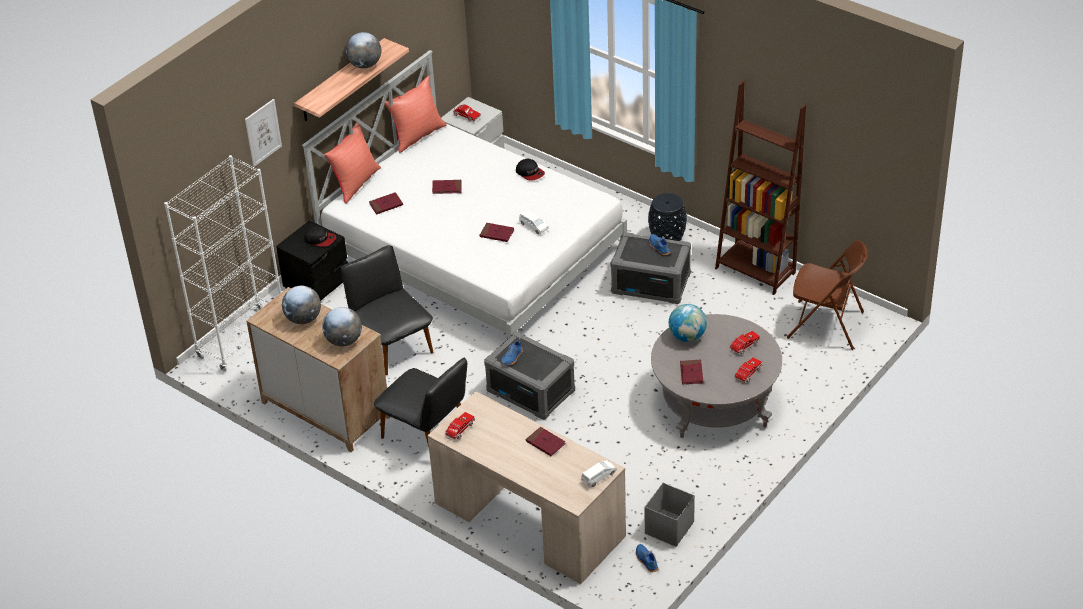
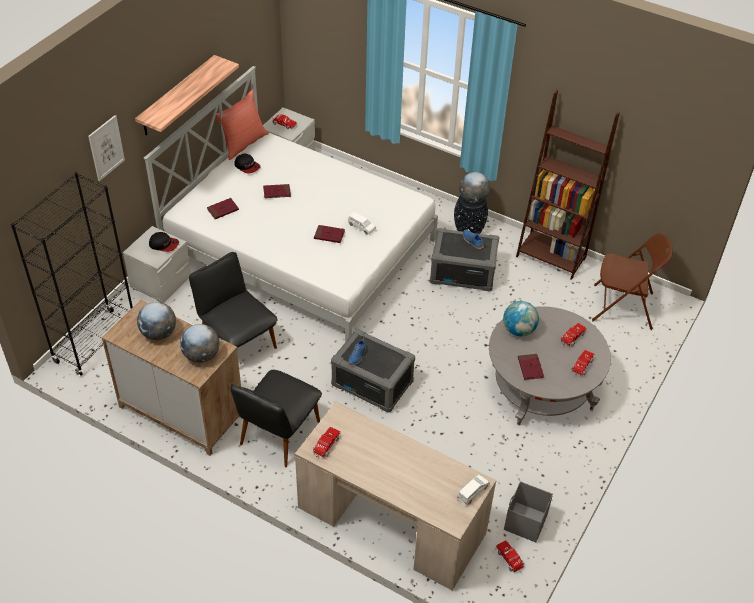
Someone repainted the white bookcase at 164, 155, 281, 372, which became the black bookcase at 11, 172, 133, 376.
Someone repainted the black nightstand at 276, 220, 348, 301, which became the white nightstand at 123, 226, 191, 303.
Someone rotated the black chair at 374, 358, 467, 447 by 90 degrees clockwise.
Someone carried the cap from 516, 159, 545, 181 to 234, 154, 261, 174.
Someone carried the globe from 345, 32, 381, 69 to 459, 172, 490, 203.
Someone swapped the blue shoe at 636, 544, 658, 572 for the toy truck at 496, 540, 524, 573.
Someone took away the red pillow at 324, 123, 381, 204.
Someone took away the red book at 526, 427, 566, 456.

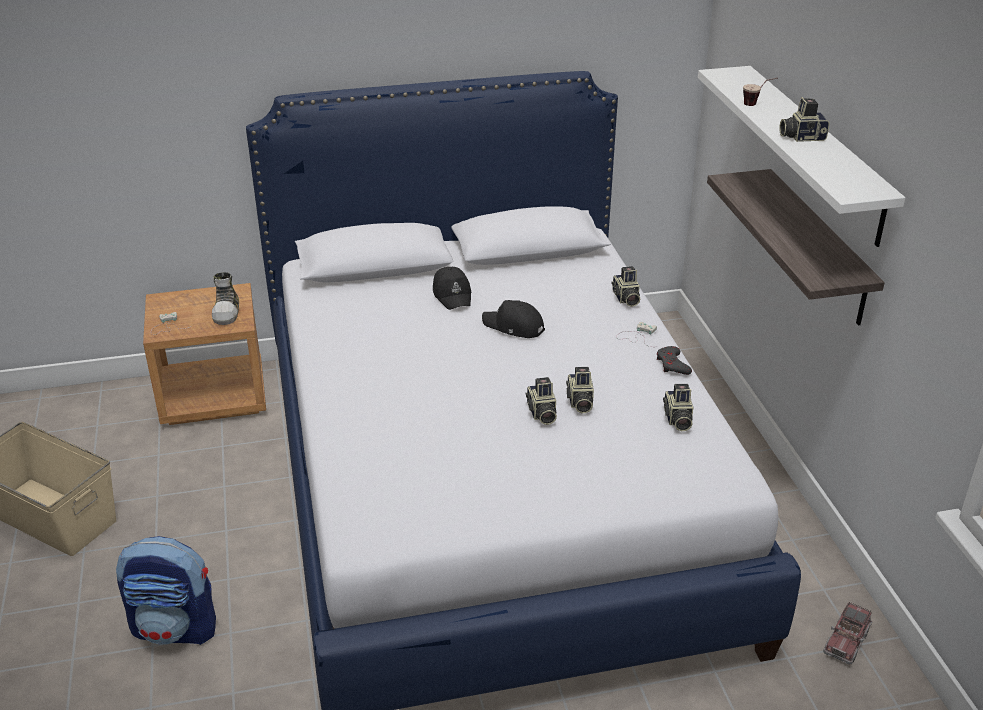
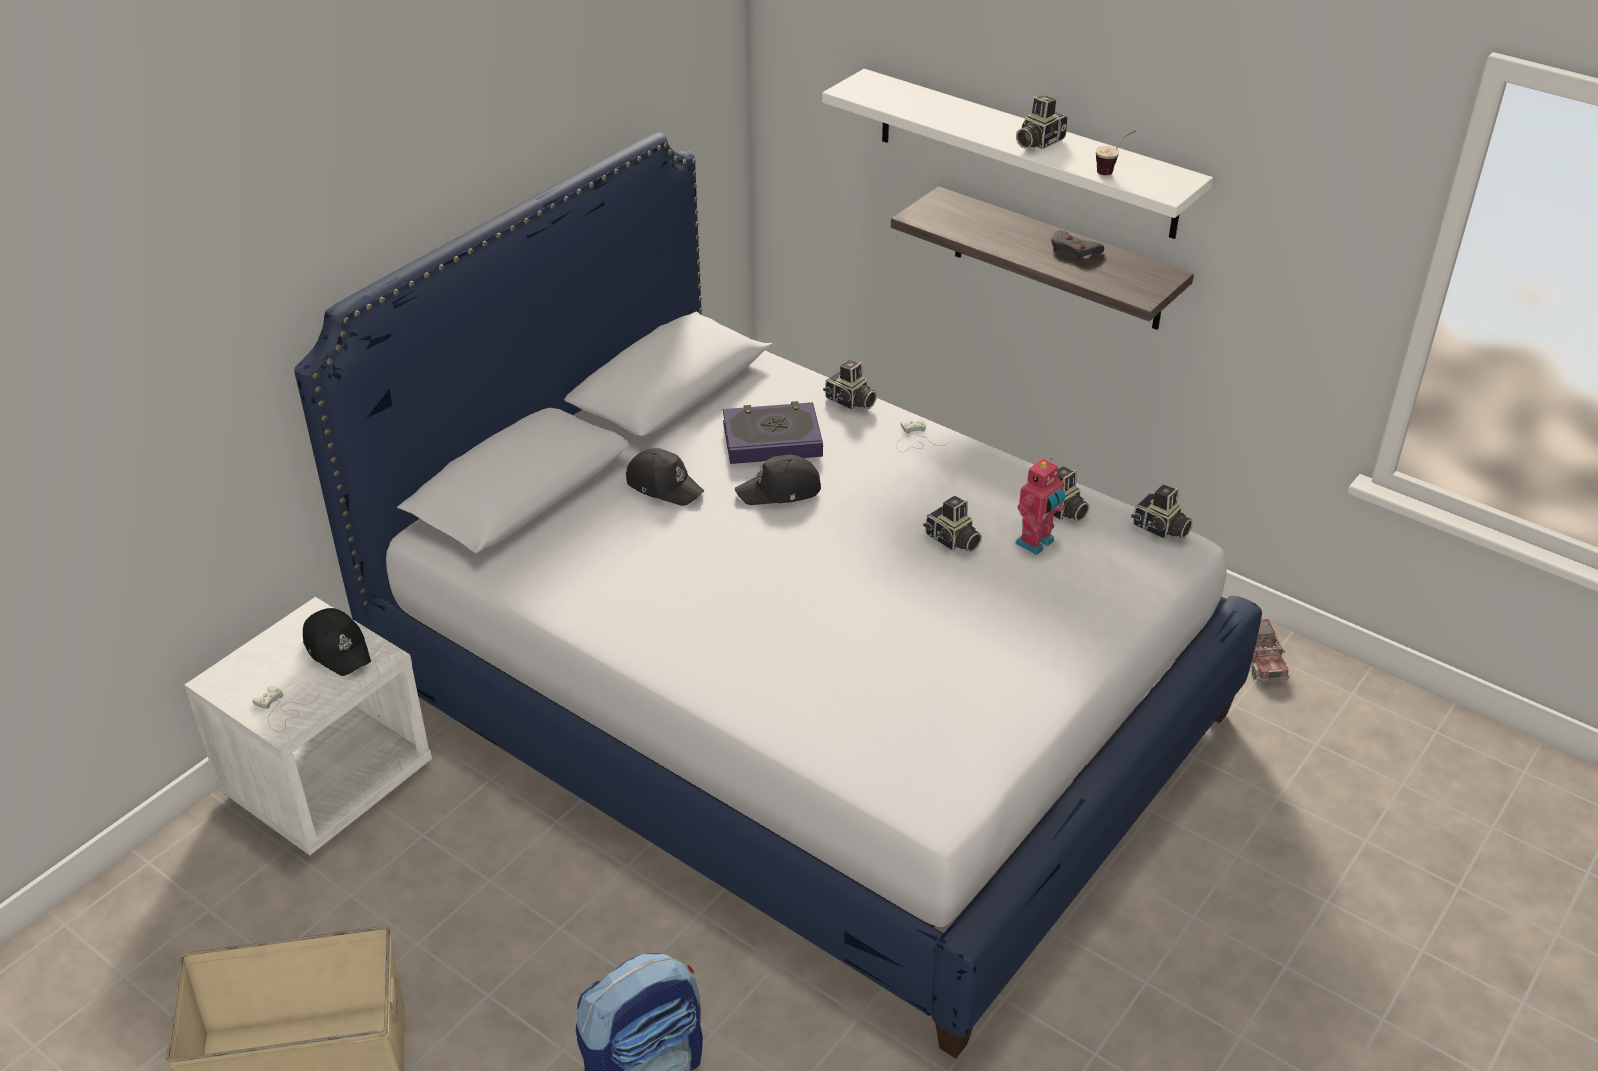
Someone repainted the brown nightstand at 143, 283, 266, 425, which became the white nightstand at 185, 597, 432, 855.
Someone swapped the shoe at 212, 272, 239, 325 for the black cap at 303, 608, 371, 676.
Someone put down the book at 723, 401, 823, 464.
Someone put down the toy robot at 1015, 458, 1065, 555.
Someone carried the grey game controller from 657, 346, 692, 375 to 1051, 230, 1104, 260.
Someone carried the cup from 743, 78, 778, 106 to 1096, 130, 1136, 175.
Someone carried the photo camera from 526, 377, 557, 425 to 1131, 484, 1193, 539.

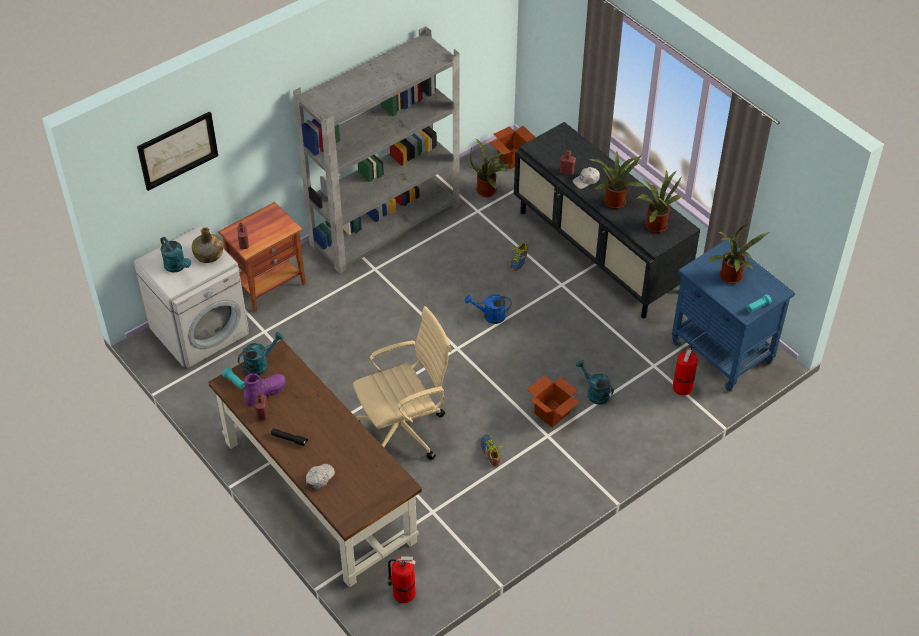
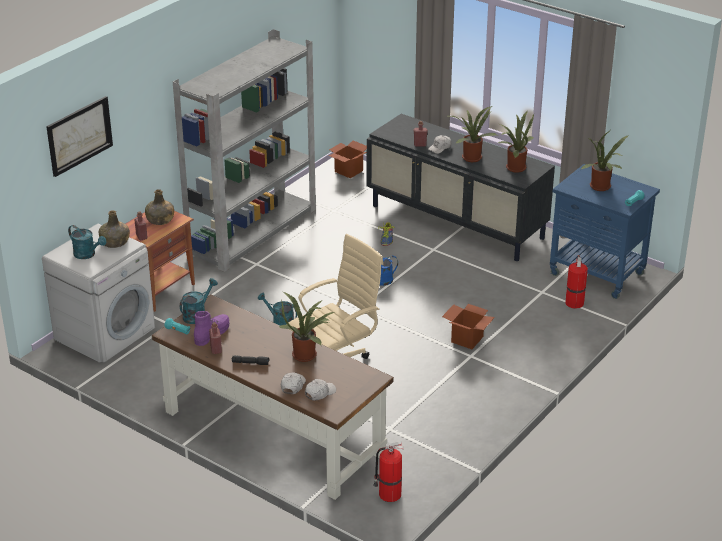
Someone put down the green bottle at 145, 189, 174, 225.
Someone carried the turquoise watering can from 576, 360, 614, 405 to 258, 293, 297, 326.
Someone carried the potted plant from 469, 139, 511, 197 to 279, 292, 335, 362.
Someone put down the white cap at 305, 379, 336, 401.
Someone took away the shoe at 481, 434, 503, 467.

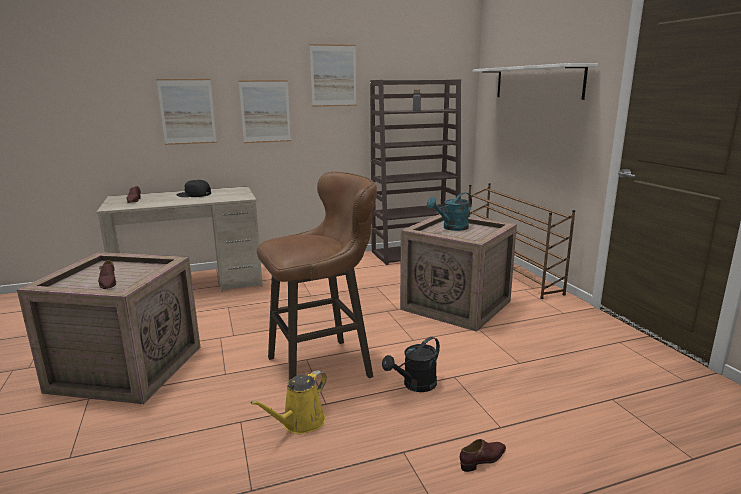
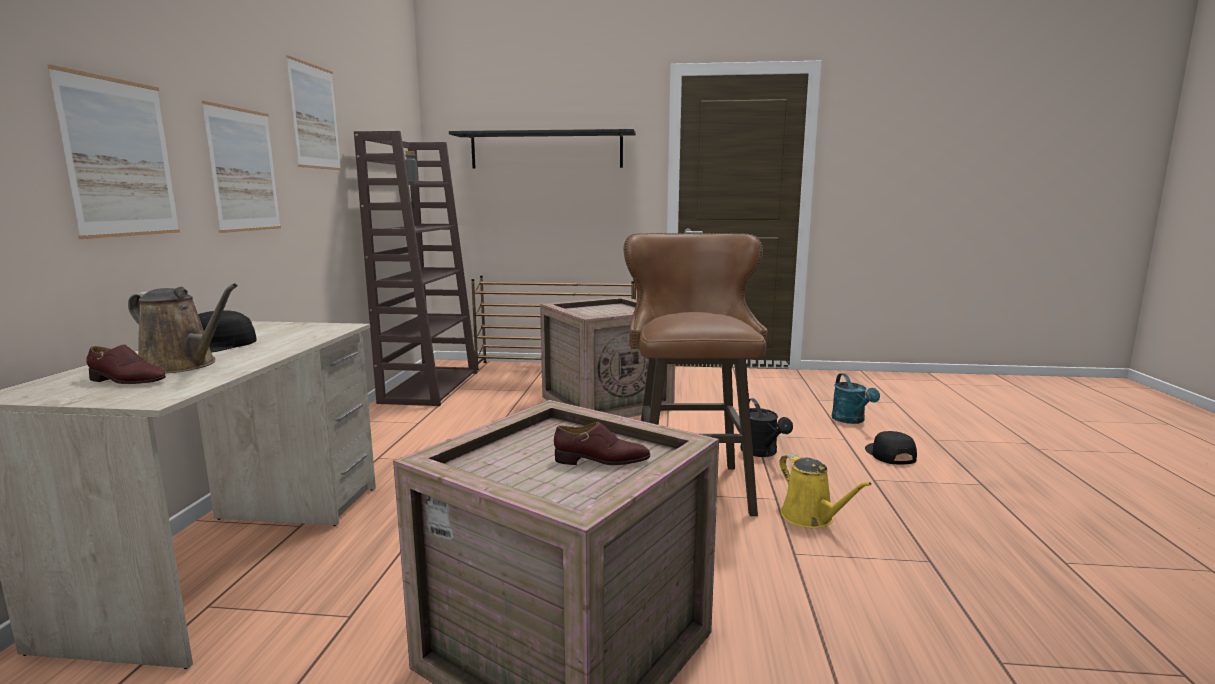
Someone put down the brown watering can at 128, 283, 238, 374.
Someone repainted the white shelf at 473, 63, 598, 100, which became the black shelf at 449, 129, 636, 168.
Someone carried the turquoise watering can from 427, 192, 472, 231 to 832, 373, 880, 424.
Someone swapped the brown shoe at 460, 439, 506, 472 for the black cap at 865, 431, 917, 464.

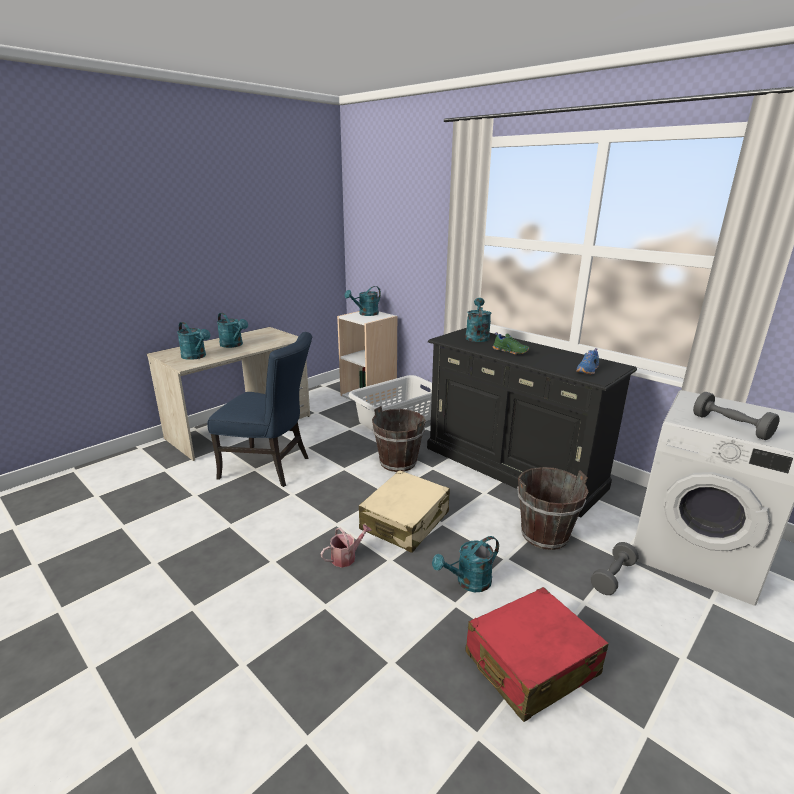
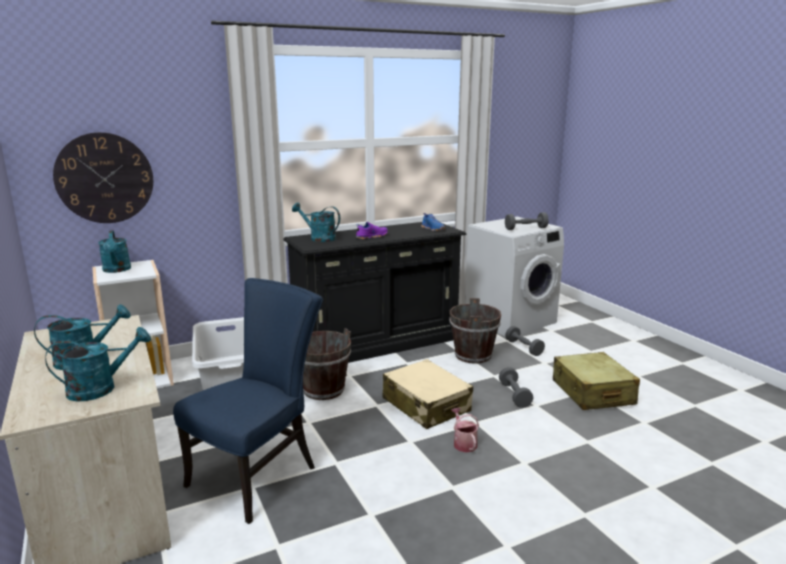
Someone put up the wall clock at 53, 132, 153, 223.
Someone repainted the green shoe at 493, 332, 530, 354, which became the purple shoe at 356, 222, 388, 239.
Someone swapped the turquoise watering can at 432, 536, 499, 592 for the grey dumbbell at 499, 367, 533, 408.
Someone repainted the red suitcase at 465, 587, 609, 722, which became the beige suitcase at 553, 352, 640, 410.

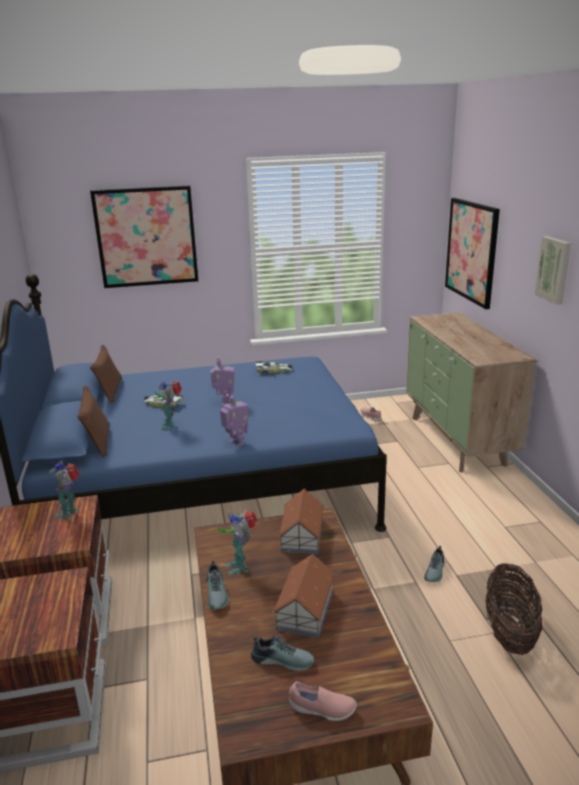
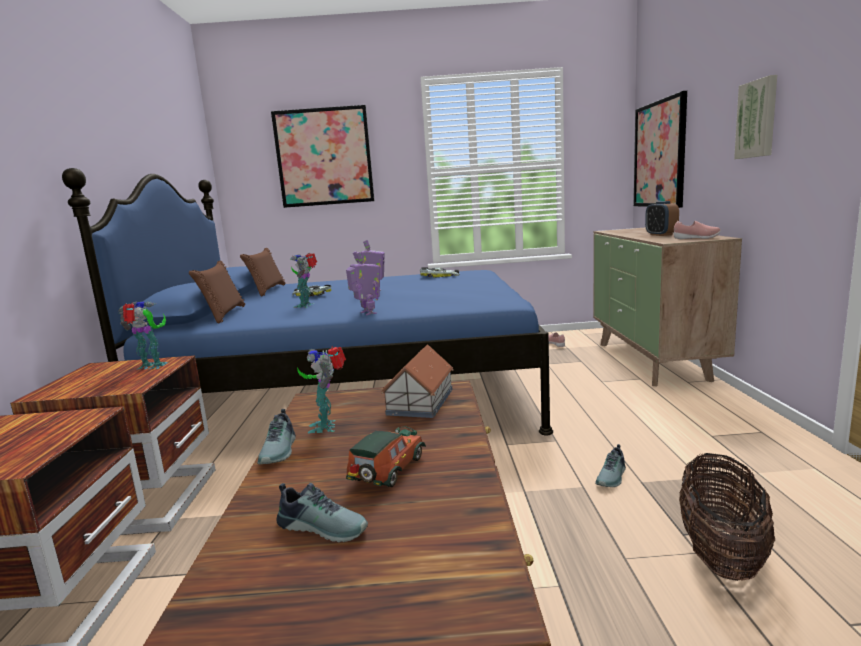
Someone rotated the toy robot at 48, 461, 80, 520 by 75 degrees clockwise.
Someone swapped the toy house at 272, 554, 335, 638 for the toy car at 346, 426, 426, 487.
Someone put down the alarm clock at 645, 201, 679, 236.
Someone carried the pink shoe from 289, 682, 357, 721 to 674, 221, 721, 239.

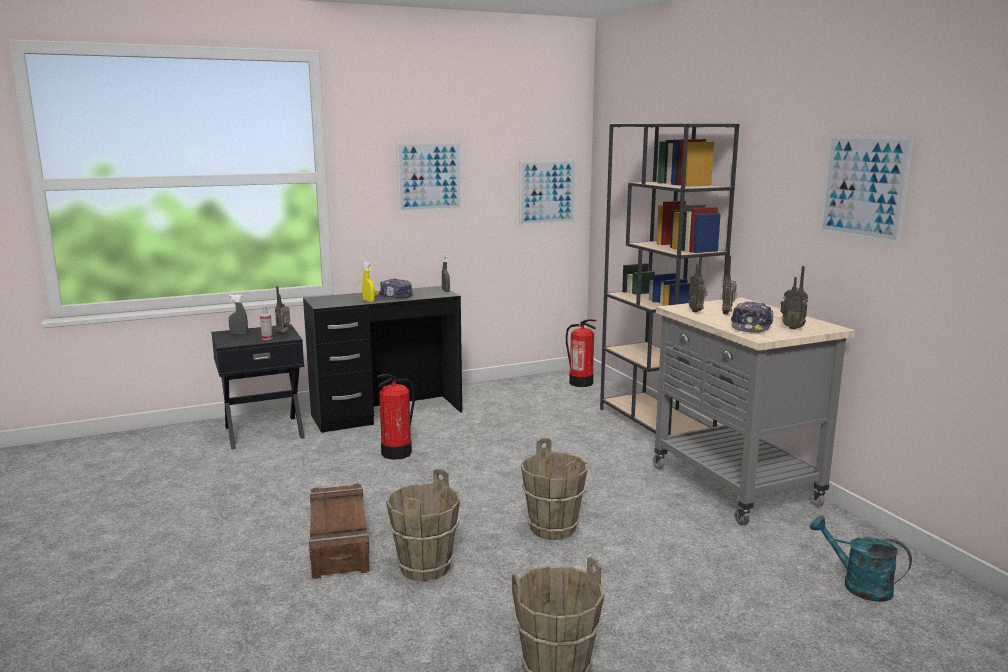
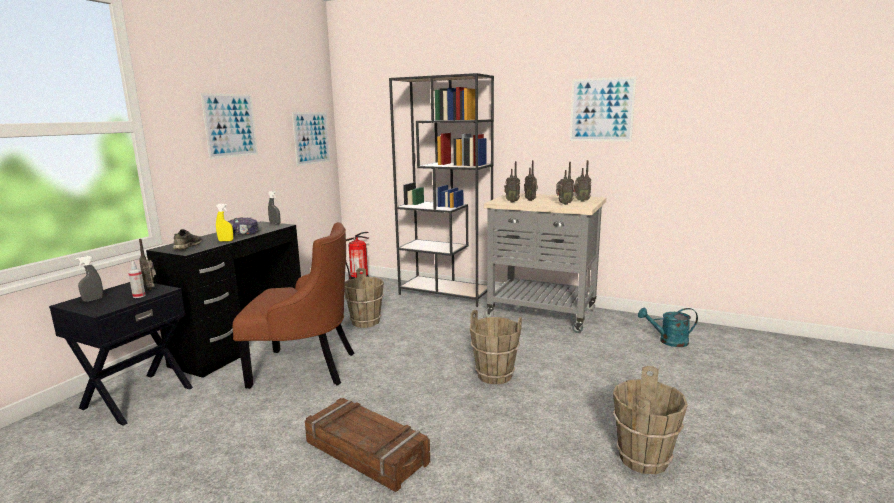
Someone put down the grey shoe at 173, 229, 202, 250.
Someone swapped the fire extinguisher at 377, 374, 415, 460 for the brown chair at 233, 222, 355, 389.
Someone carried the brown bucket from 386, 469, 460, 582 to 344, 268, 384, 328.
Someone swapped the cap at 731, 301, 773, 333 for the radio at 556, 162, 574, 205.

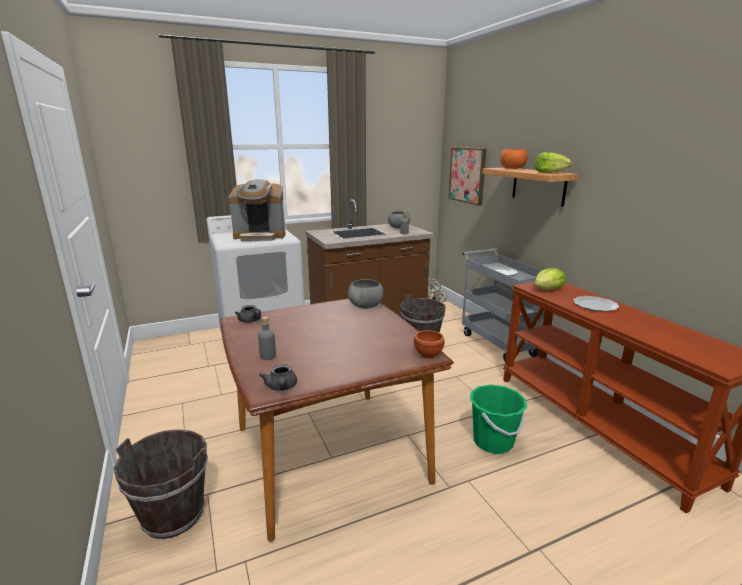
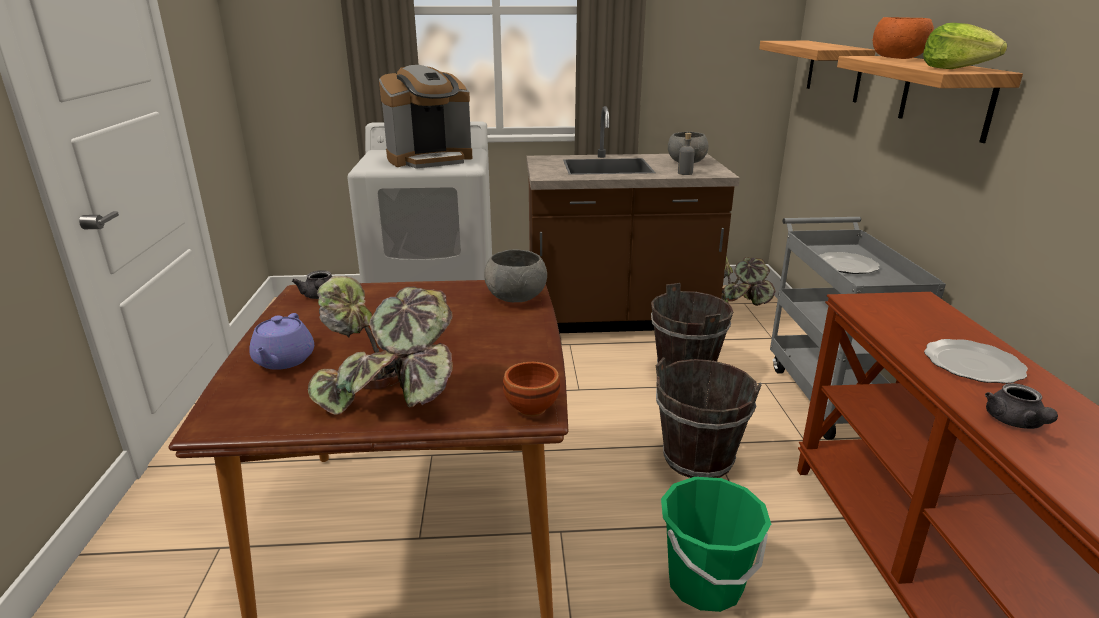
Someone swapped the grey bottle at 258, 316, 276, 360 for the purple teapot at 249, 313, 314, 370.
Someone put down the potted plant at 308, 276, 453, 415.
Someone rotated the coffee machine at 229, 179, 285, 241 by 45 degrees counterclockwise.
Someone carried the brown bucket from 114, 429, 208, 539 to 656, 357, 762, 478.
Someone swapped the picture at 448, 147, 487, 206 for the shelf at 759, 41, 876, 102.
Someone carried the grey teapot from 259, 364, 297, 391 to 985, 383, 1058, 429.
Someone took away the lettuce at 535, 268, 565, 290.

